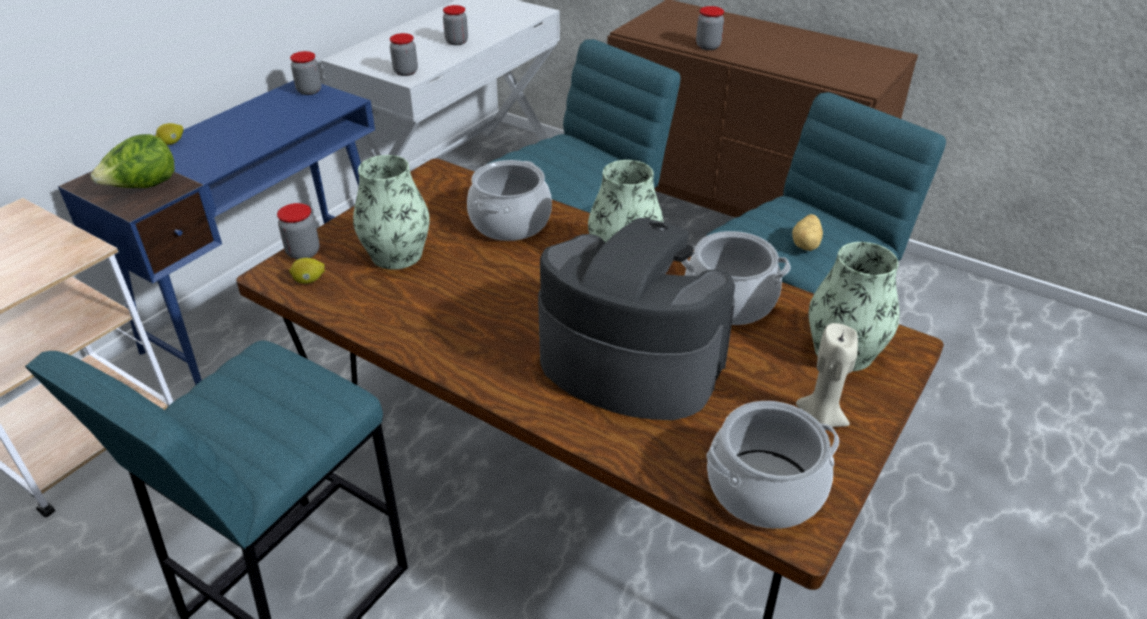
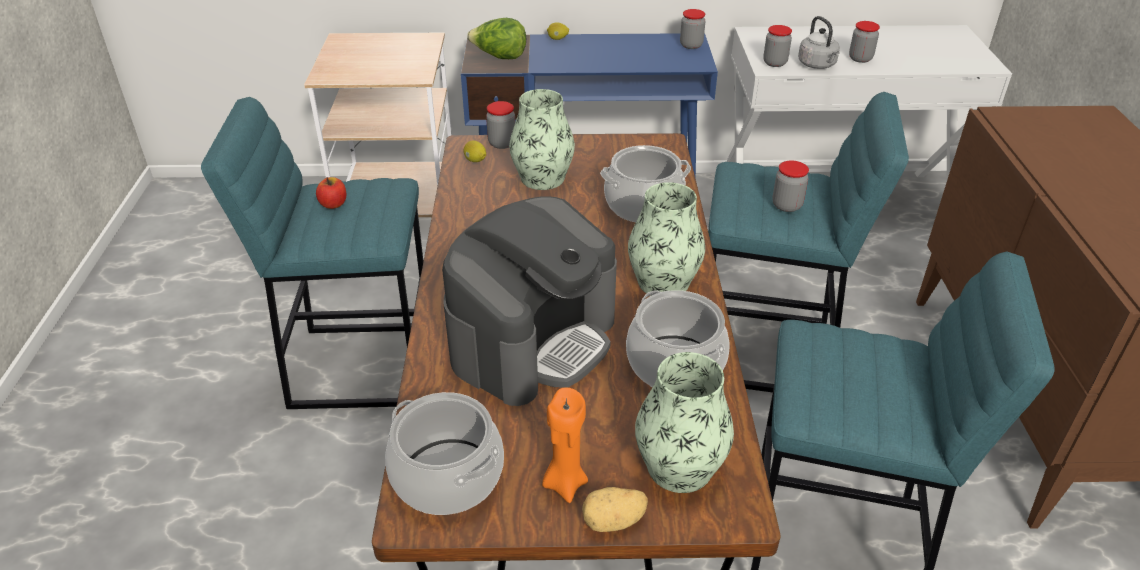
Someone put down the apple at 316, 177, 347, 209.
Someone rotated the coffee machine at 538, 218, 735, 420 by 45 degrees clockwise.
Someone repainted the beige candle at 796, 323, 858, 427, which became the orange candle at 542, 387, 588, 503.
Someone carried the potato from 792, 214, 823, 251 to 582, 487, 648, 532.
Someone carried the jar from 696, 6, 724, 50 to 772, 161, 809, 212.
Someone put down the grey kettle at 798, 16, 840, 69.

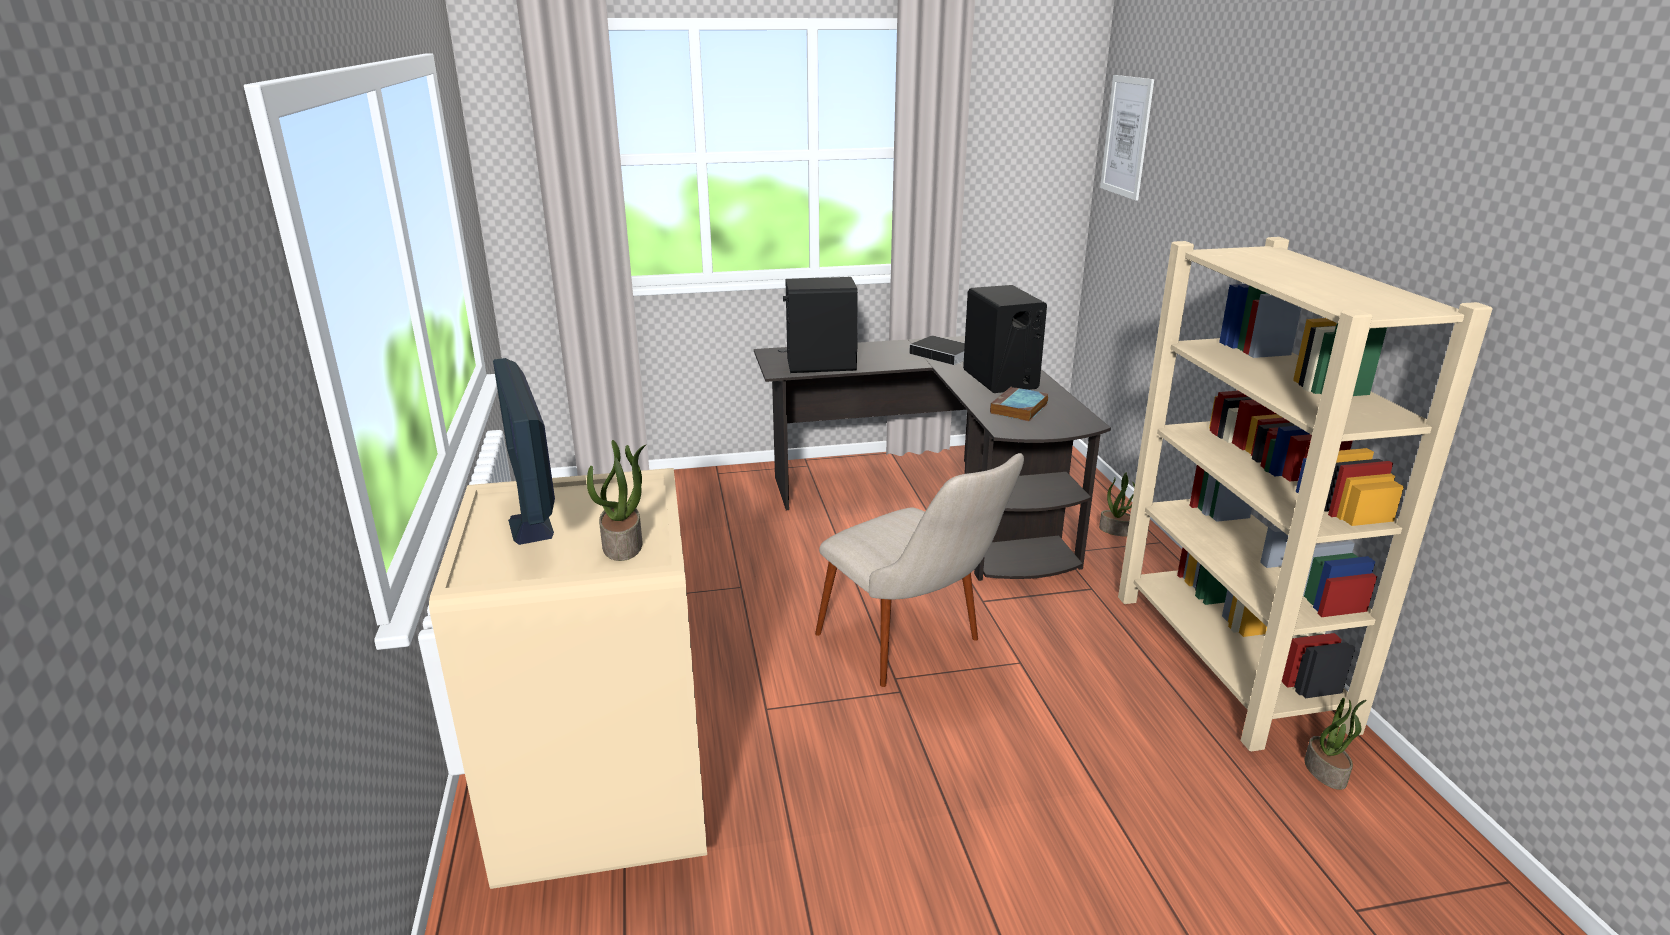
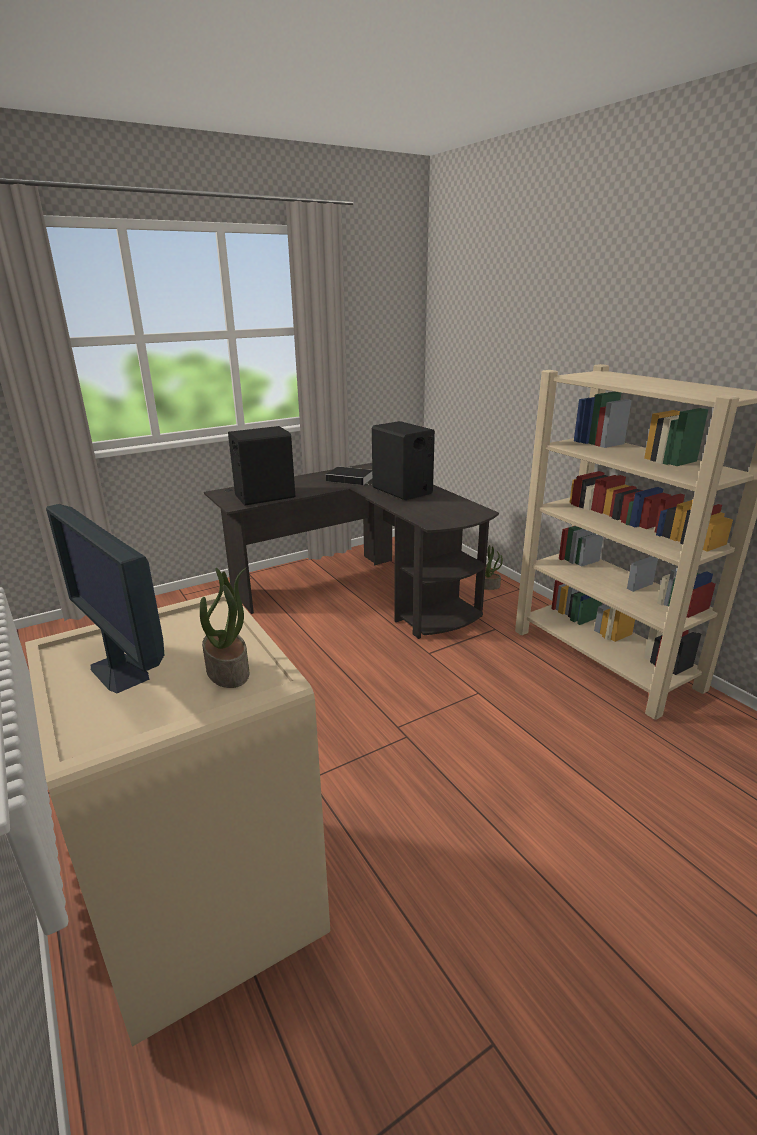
Someone took away the beige chair at 815, 453, 1024, 687.
Someone took away the book at 990, 387, 1048, 422.
Someone took away the picture at 1100, 75, 1154, 201.
Someone took away the potted plant at 1304, 698, 1367, 790.

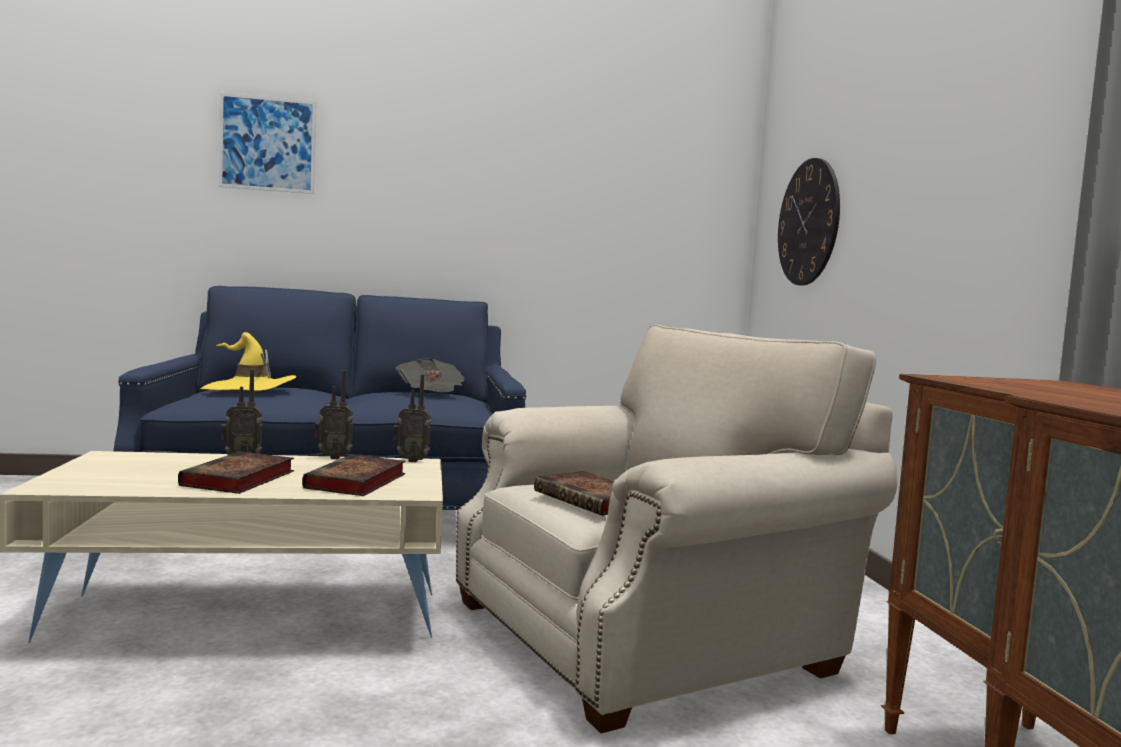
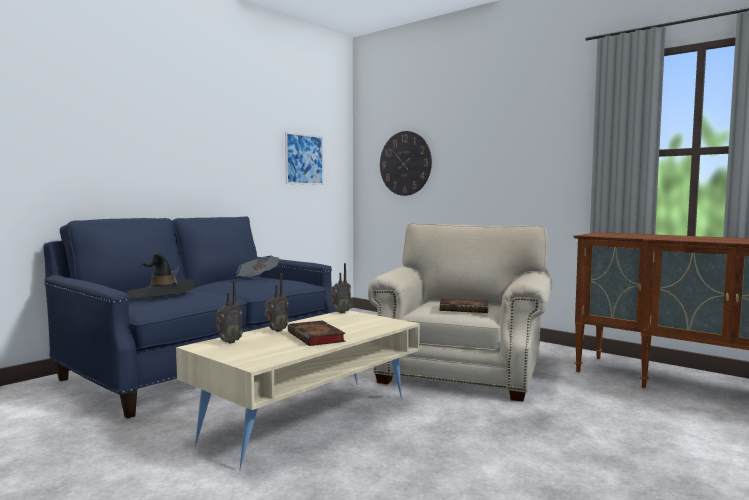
Someone repainted the yellow hat at 200, 332, 296, 391, which became the black hat at 127, 253, 195, 299.
Someone carried the radio from 315, 371, 354, 459 to 216, 280, 243, 344.
Someone carried the picture from 219, 93, 316, 194 to 285, 132, 324, 185.
Someone took away the book at 302, 454, 406, 496.

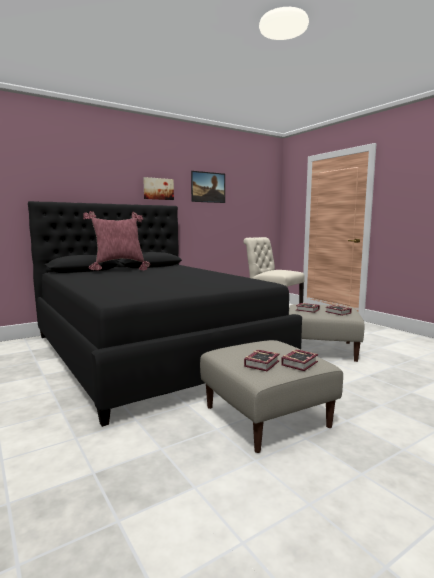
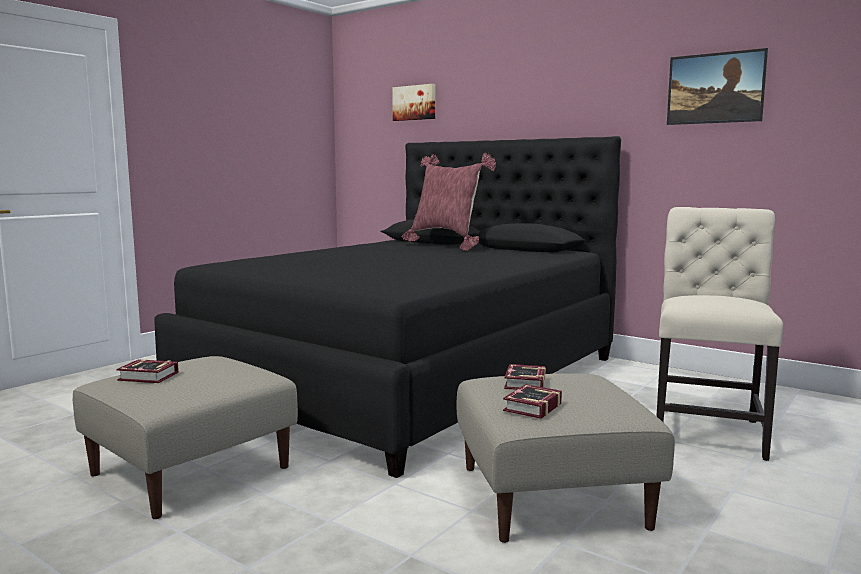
Someone carried the picture from 143, 177, 174, 200 to 392, 84, 435, 121.
Someone took away the book at 281, 349, 318, 371.

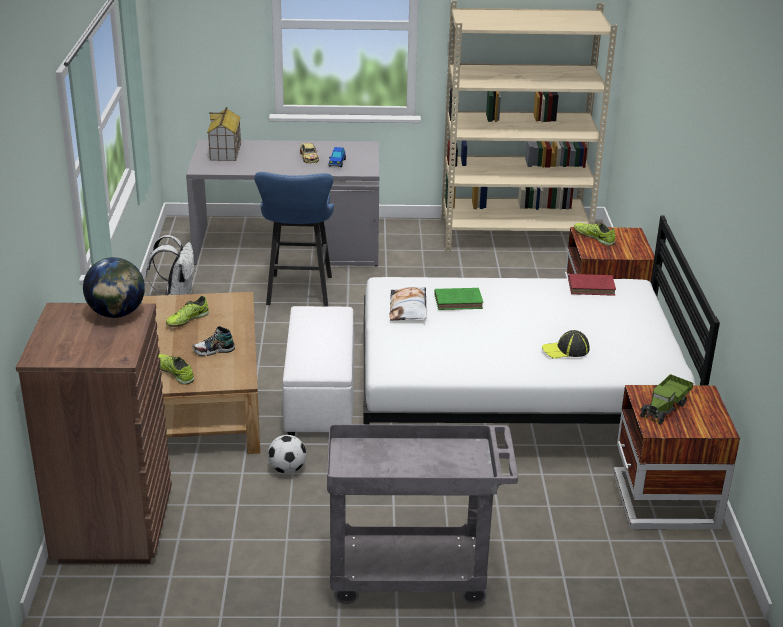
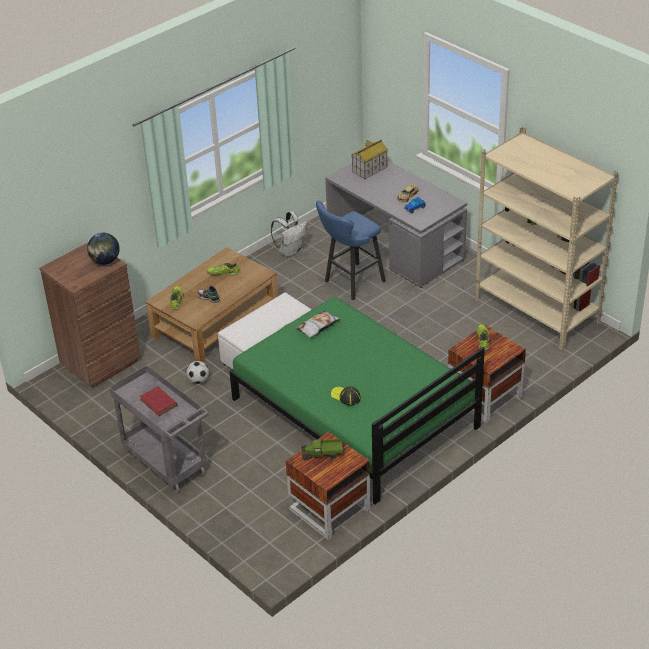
Someone carried the red book from 568, 274, 616, 296 to 140, 386, 177, 416.
Someone repainted the white bed at 363, 216, 720, 424, which became the green bed at 229, 297, 485, 504.
Someone took away the green book at 434, 288, 483, 310.

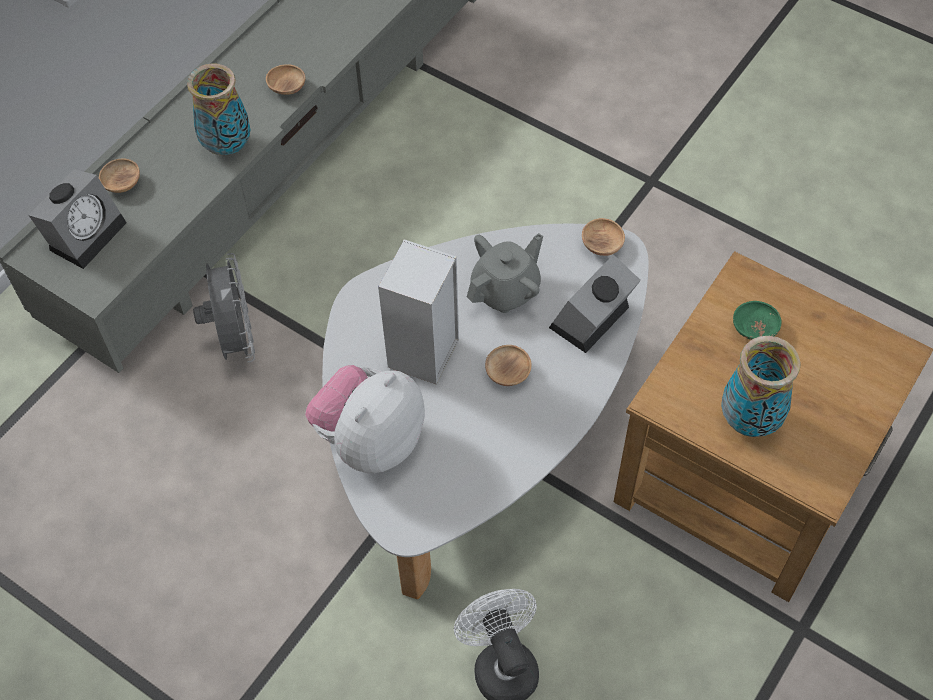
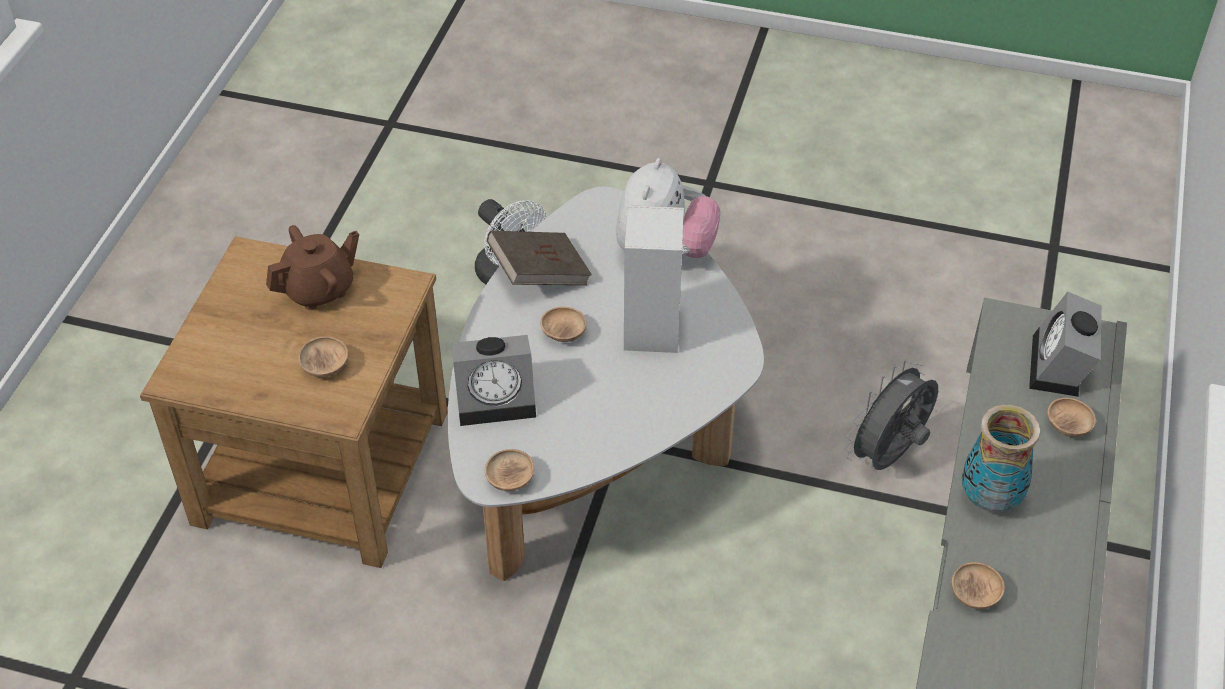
Someone swapped the vase at 721, 336, 801, 437 for the brown teapot at 266, 225, 359, 310.
Someone repainted the green bowl at 733, 301, 781, 340, which became the brown bowl at 298, 336, 348, 377.
Someone rotated the alarm clock at 549, 254, 641, 353 by 60 degrees clockwise.
Someone put down the brown book at 487, 230, 592, 285.
Someone rotated the grey fan at 193, 253, 255, 362 by 75 degrees clockwise.
Someone took away the grey teapot at 467, 233, 543, 313.

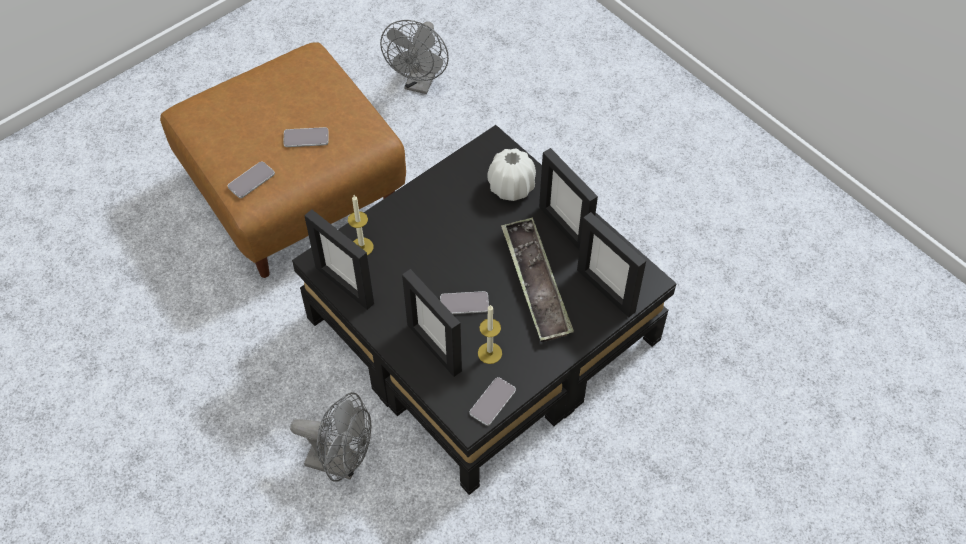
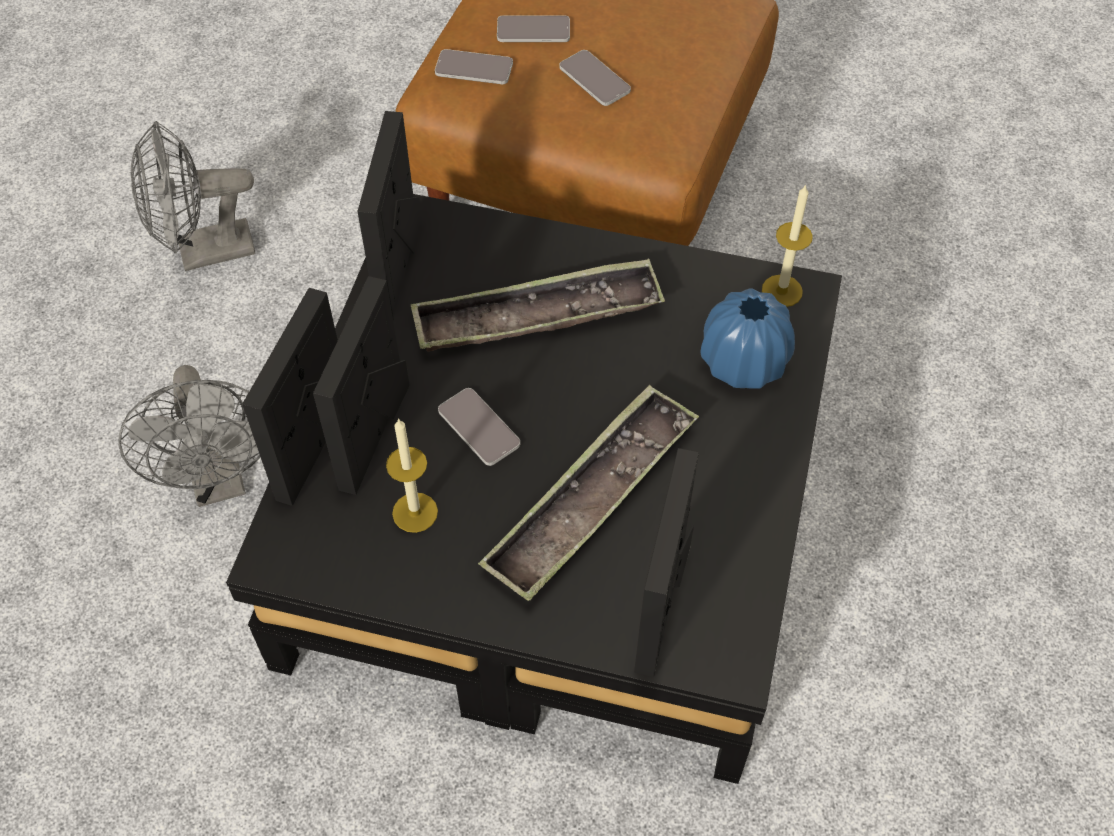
Someone carried the grey fan from 380, 20, 449, 94 to 131, 121, 255, 271.
Someone carried the picture frame from 539, 148, 598, 250 to 242, 288, 338, 506.
Someone put down the tray at 411, 258, 665, 352.
Someone carried the phone from 469, 377, 516, 426 to 497, 15, 570, 42.
Someone repainted the white vase at 487, 148, 536, 201, which became the blue vase at 700, 288, 795, 389.
Someone carried the candle from 348, 195, 374, 255 to 762, 184, 813, 307.

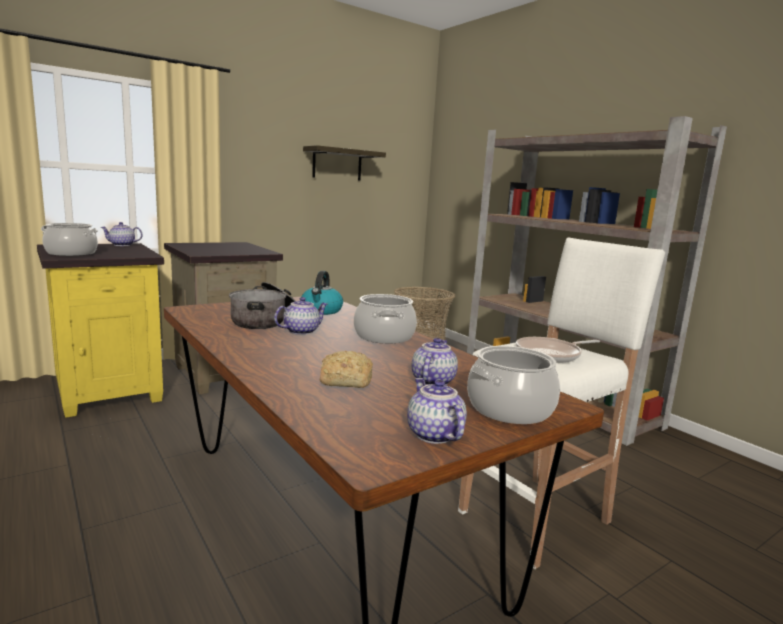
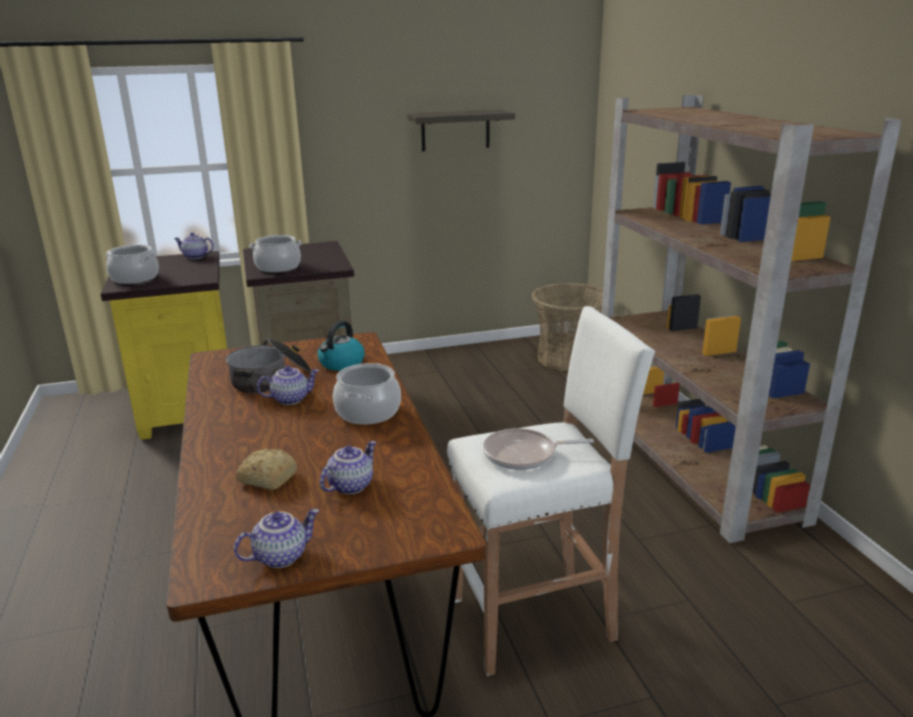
Someone rotated the teapot at 407, 378, 467, 444 by 60 degrees clockwise.
Someone carried the cooking pot from 467, 346, 560, 424 to 249, 235, 302, 272.

